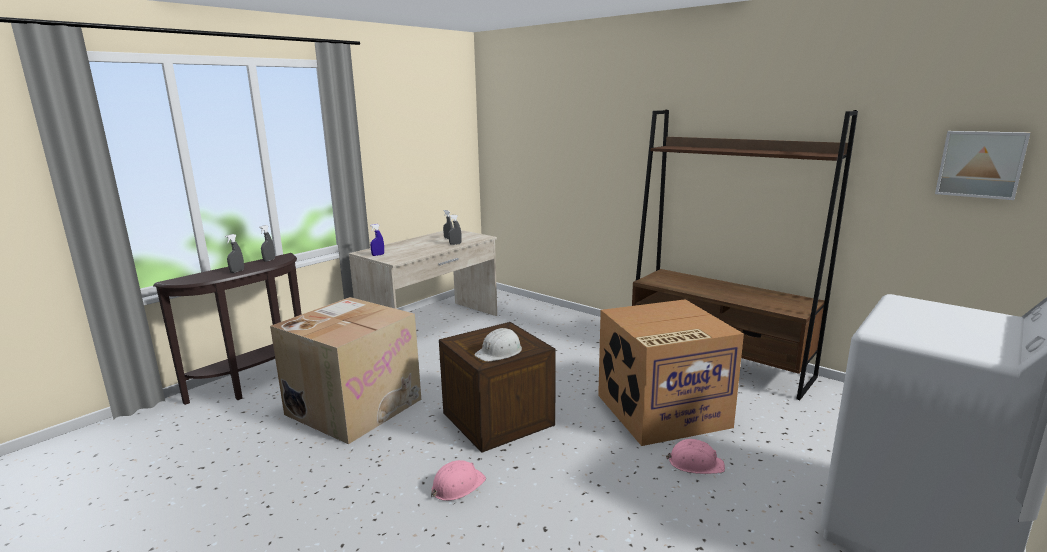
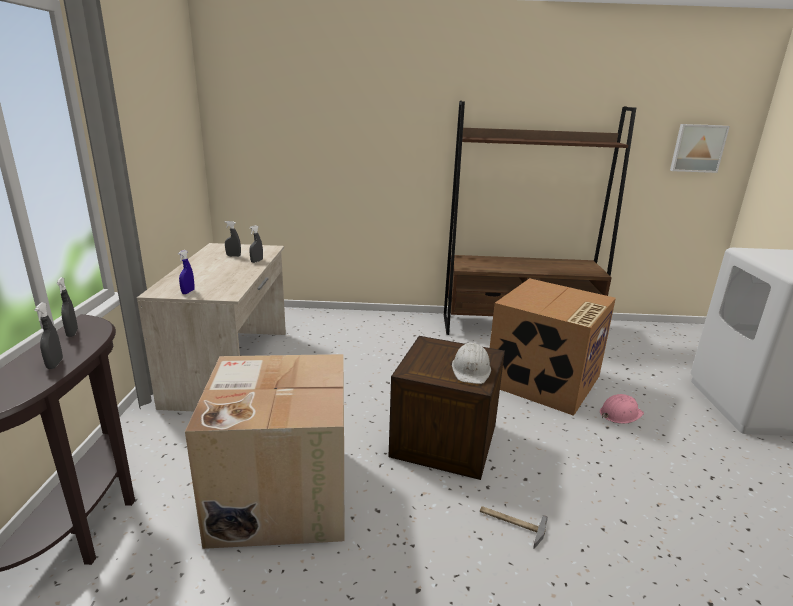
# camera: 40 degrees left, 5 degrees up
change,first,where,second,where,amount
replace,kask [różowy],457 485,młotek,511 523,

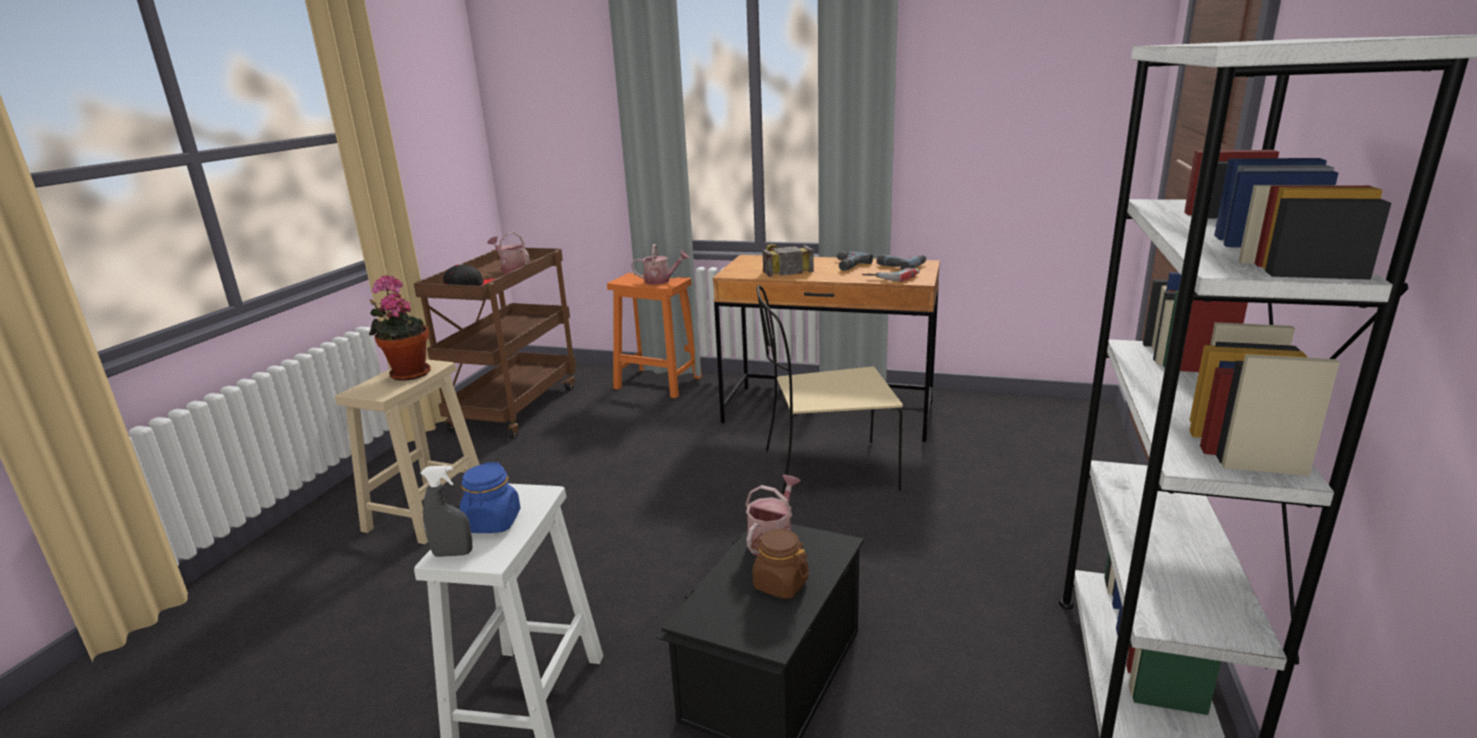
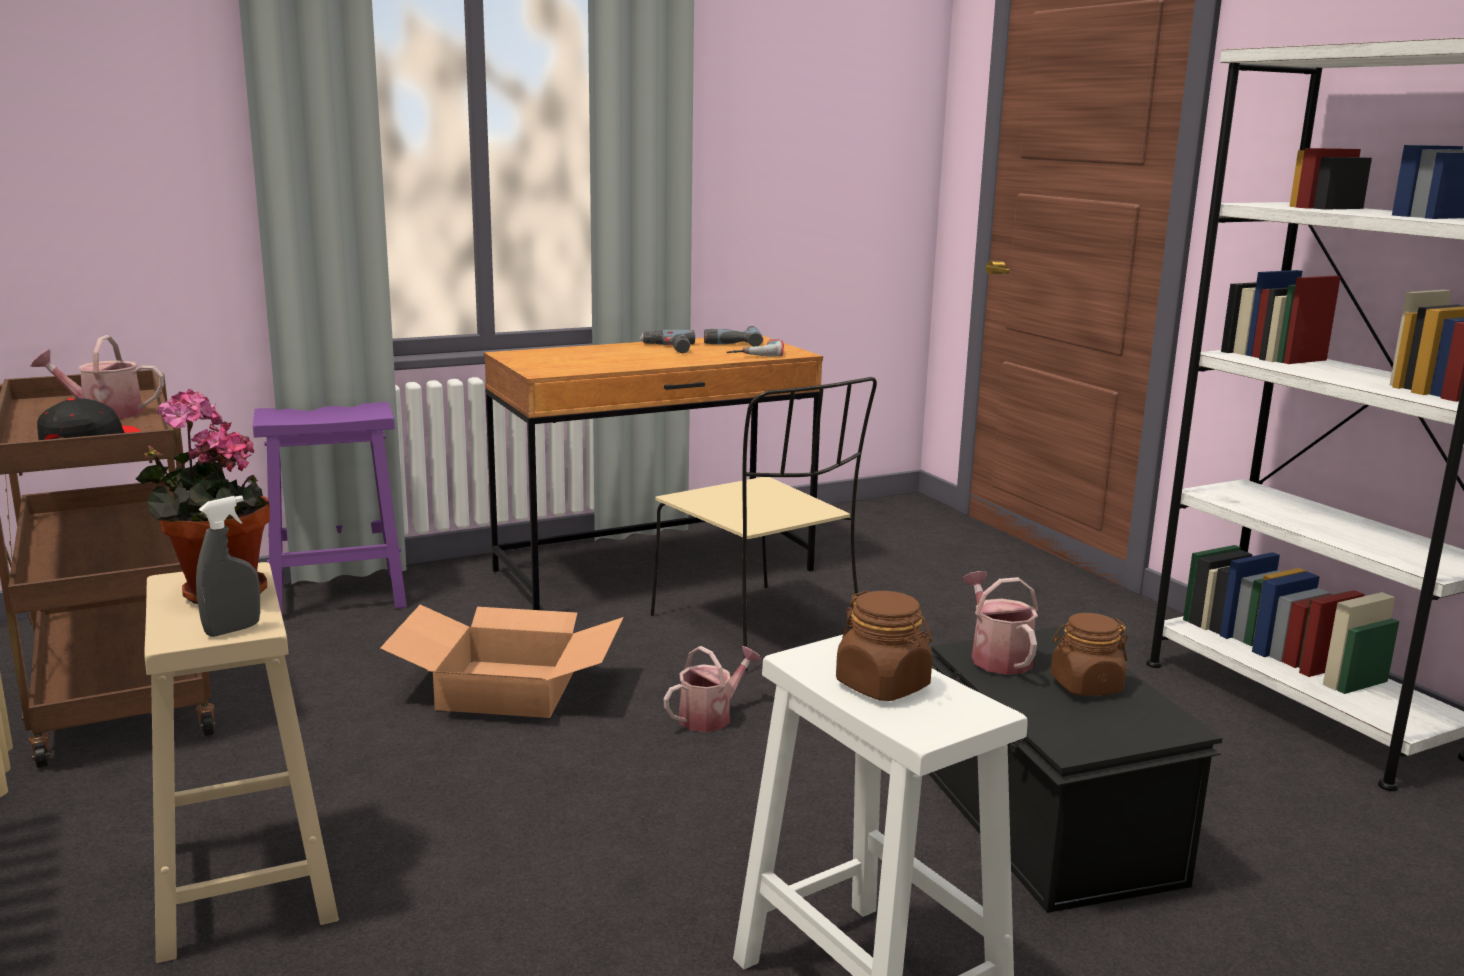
# camera: 45 degrees left, 5 degrees down
change,first,where,second,where,amount
delete,młotek,780 265,,,
insert,,,karton,505 689,
move,spryskiwacz [szary],453 554,,232 630,
move,konewka,661 281,,711 716,
recolor,słoik [niebieski],492 522,słoik [brązowy],883 685,
recolor,stołek [pomarańczowy],659 383,stołek [fioletowy],340 595,
rotate,krzesło [beżowy],825 470,,759 629,75 degrees counterclockwise

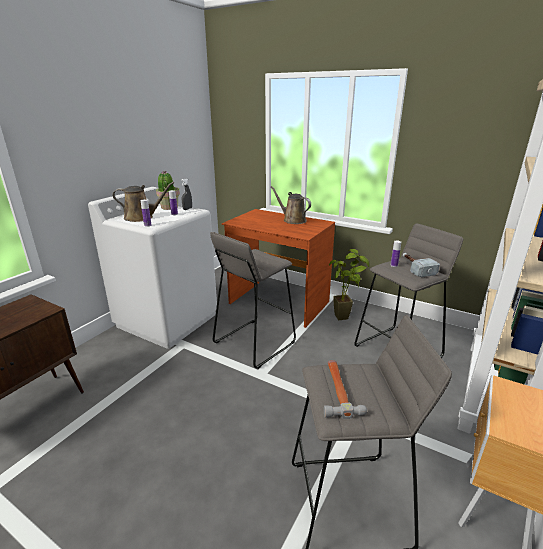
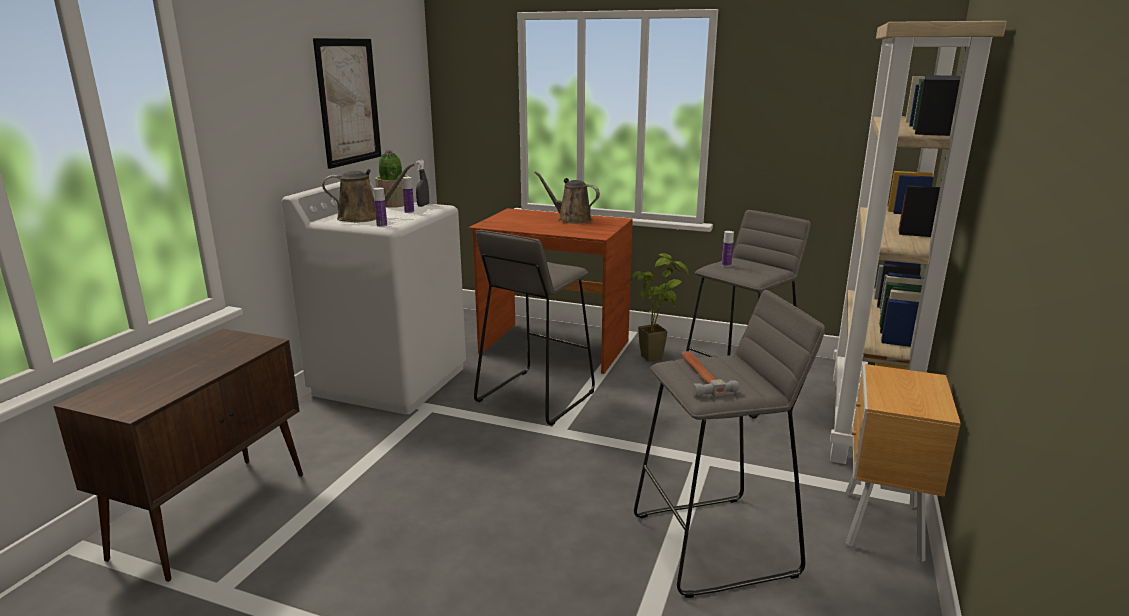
# camera: 10 degrees left, 5 degrees down
change,first,where,second,where,amount
delete,młotek,415 268,,,
insert,,,obraz,348 102,

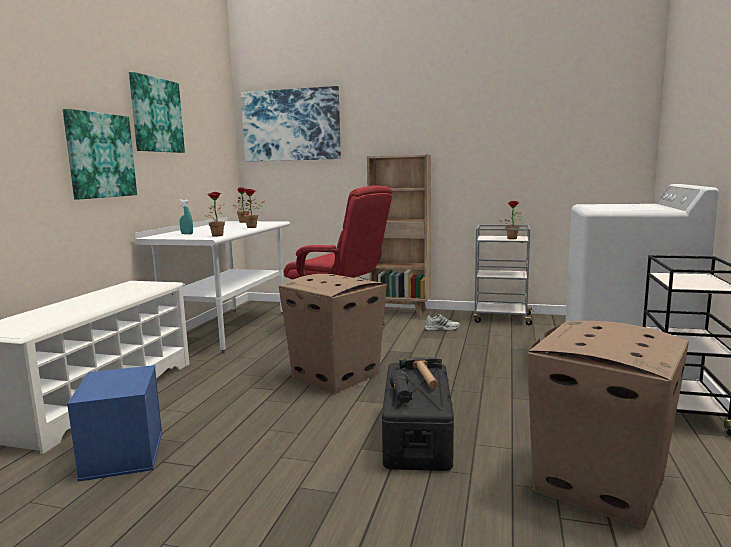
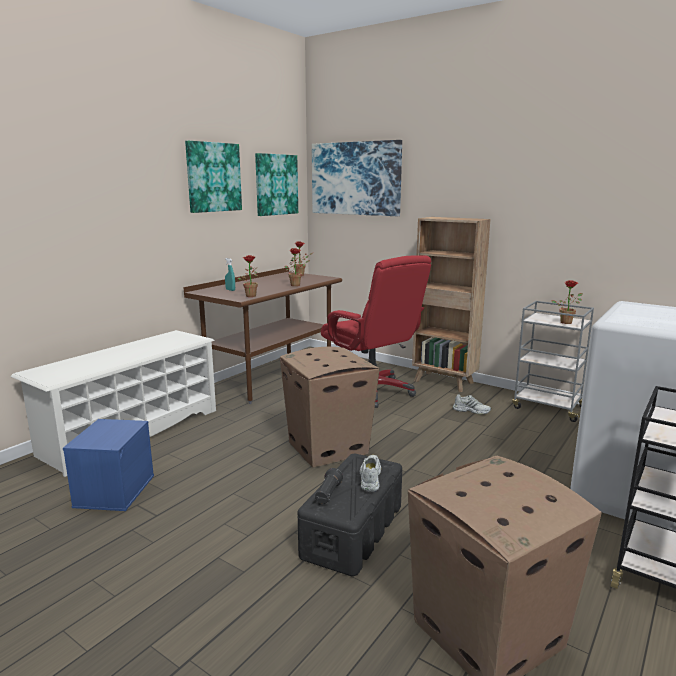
# camera: 20 degrees right, 5 degrees up
change,first,where,second,where,amount
move,obraz,100 155,,276 184,
replace,młotek,426 377,but [biały],369 477,
recolor,biurko [biały],229 329,biurko [brązowy],271 378,

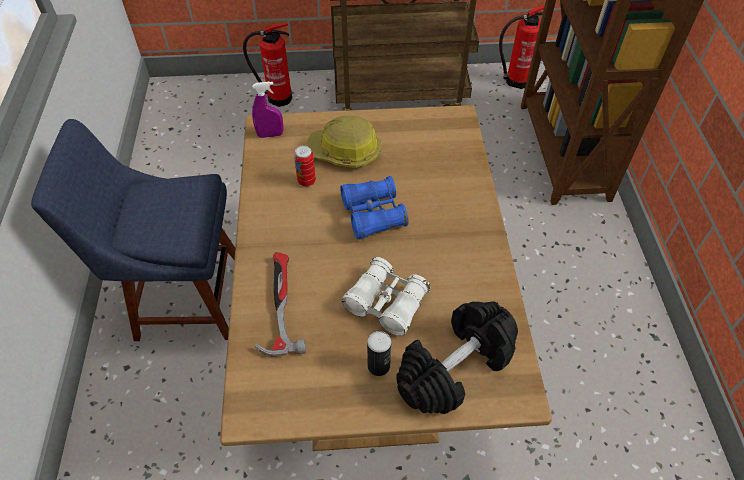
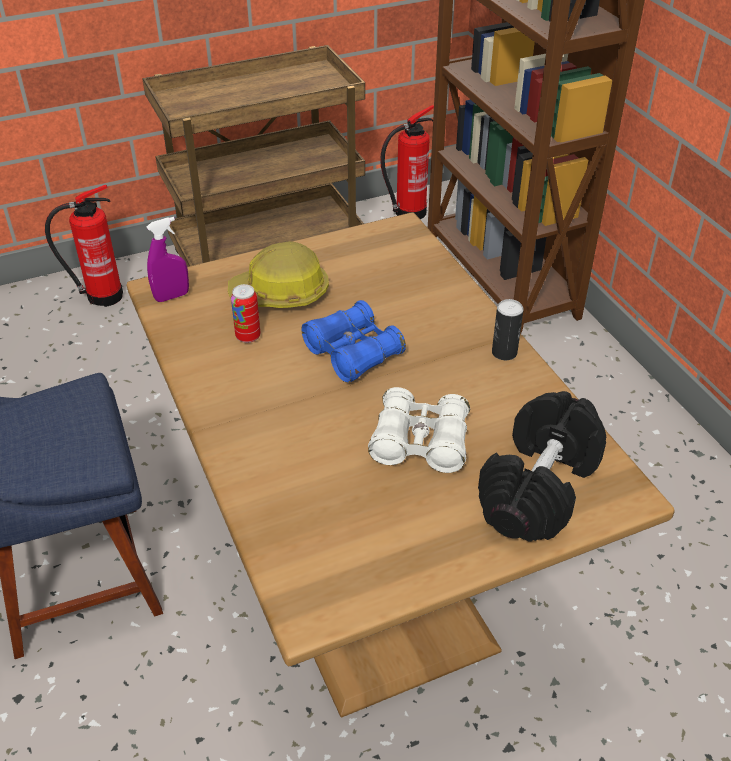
# camera: 20 degrees left, 10 degrees down
change,first,where,second,where,amount
delete,młotek,279 305,,,
move,puszka,378 366,,504 352,

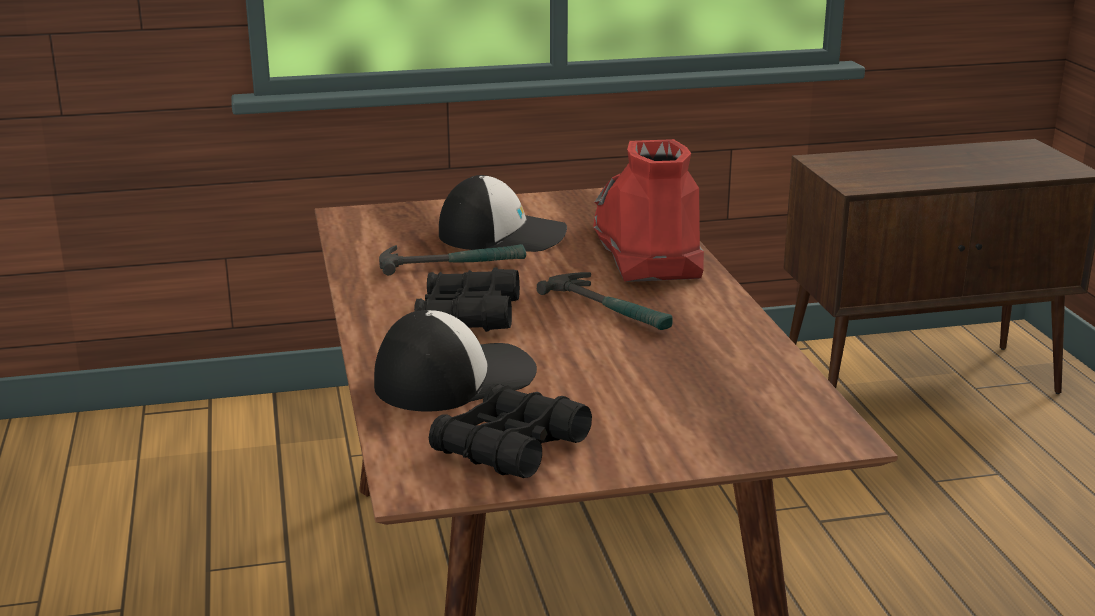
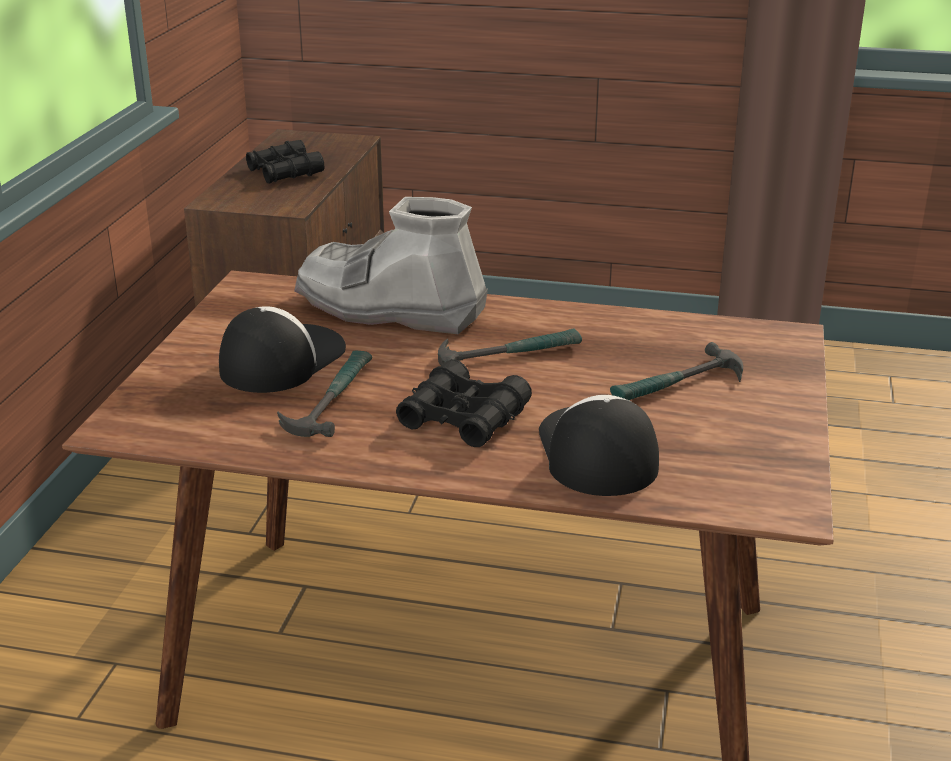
# camera: 65 degrees left, 5 degrees up
change,first,where,second,where,amount
insert,,,młotek,678 385,
move,lornetka [czarny],510 447,,285 172,
recolor,but z cholewką [czerwony],646 249,but z cholewką [szary],390 309,

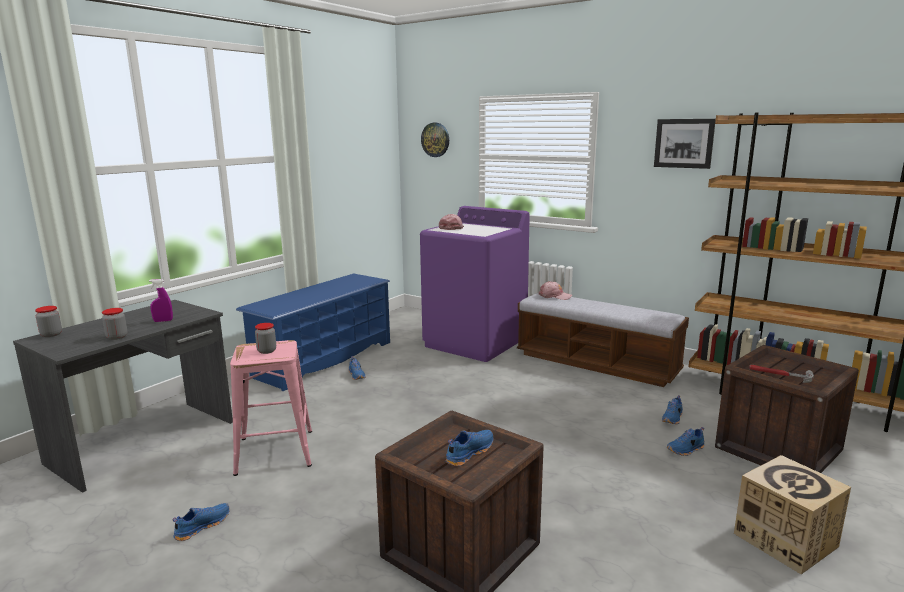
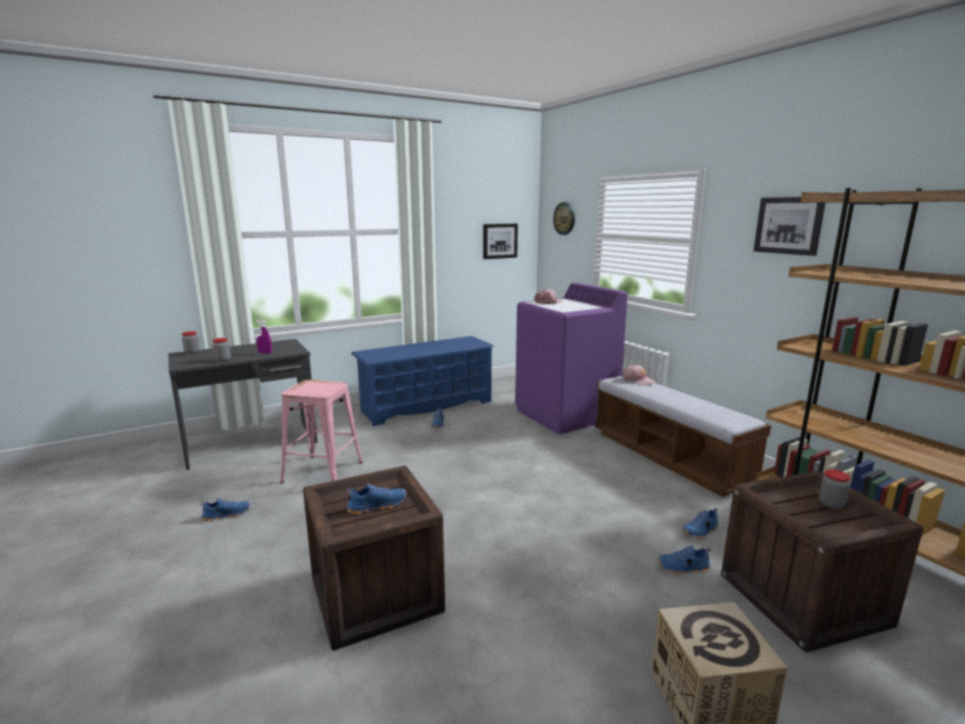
# camera: 25 degrees right, 0 degrees up
change,first,where,second,where,amount
delete,młotek,780 375,,,
insert,,,obraz,499 241,
move,słoik,267 351,,831 504,

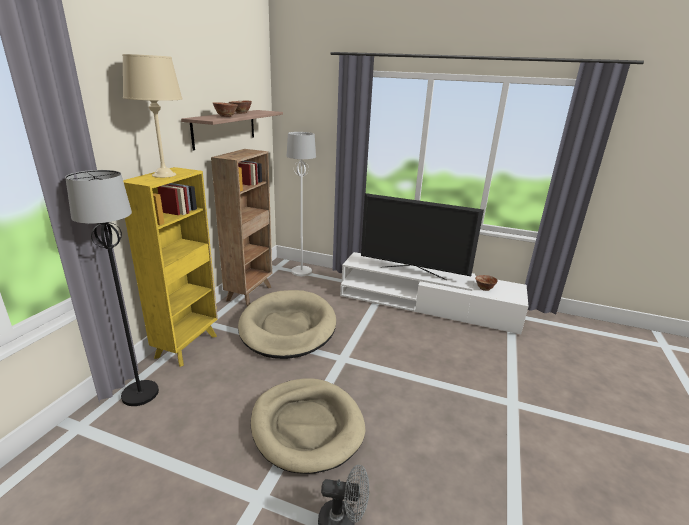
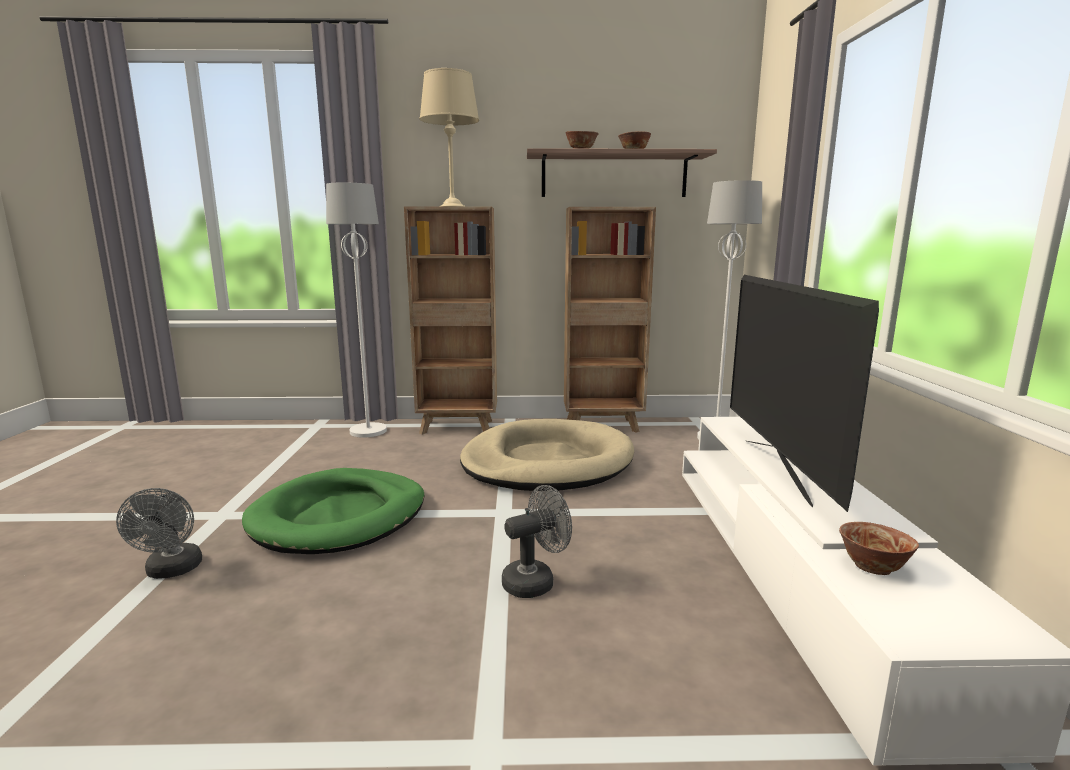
# camera: 70 degrees right, 10 degrees down
change,first,where,second,where,amount
insert,,,wentylator [szary],535 581,
recolor,lampa stojąca [czarny],140 393,lampa stojąca [biały],368 431,
recolor,regał [żółty],188 345,regał [brązowy],458 427,
recolor,legowisko [beżowy],307 426,legowisko [zielony],340 516,

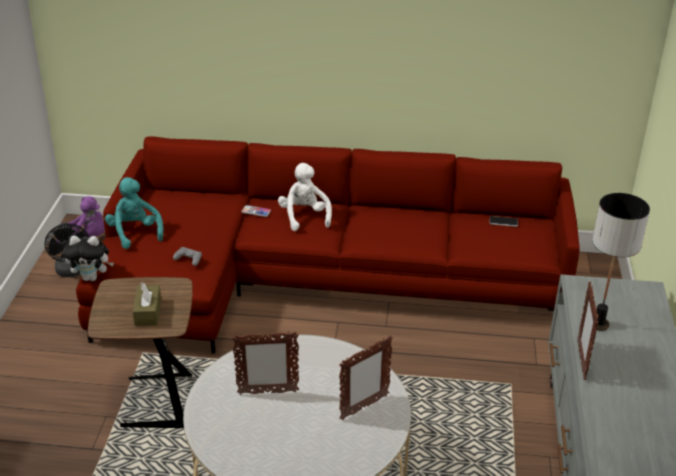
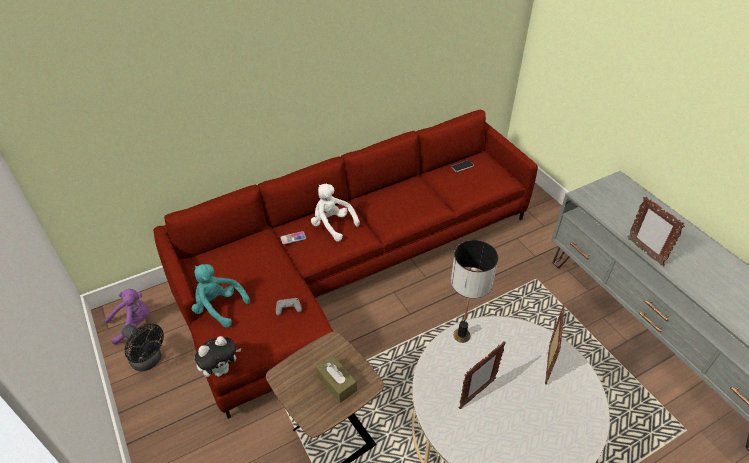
# camera: 35 degrees left, 10 degrees up
change,first,where,second,where,amount
move,lampa stołowa,599 324,,462 335,

